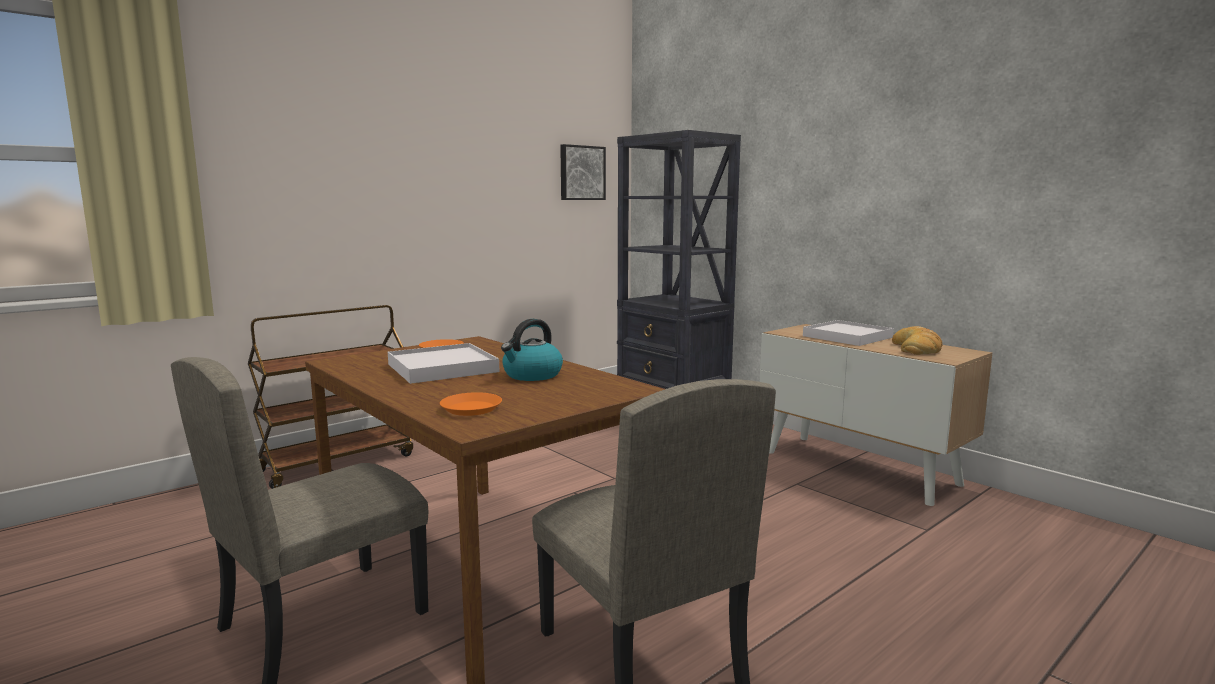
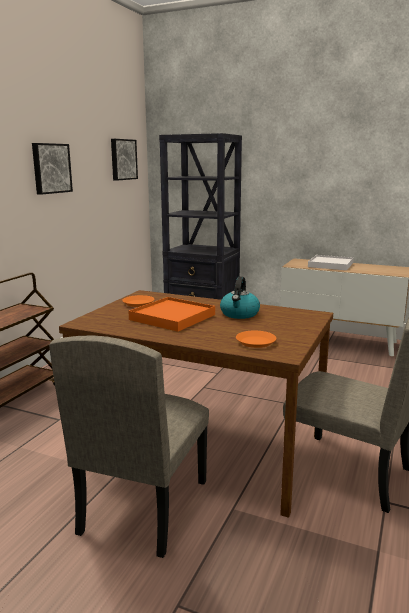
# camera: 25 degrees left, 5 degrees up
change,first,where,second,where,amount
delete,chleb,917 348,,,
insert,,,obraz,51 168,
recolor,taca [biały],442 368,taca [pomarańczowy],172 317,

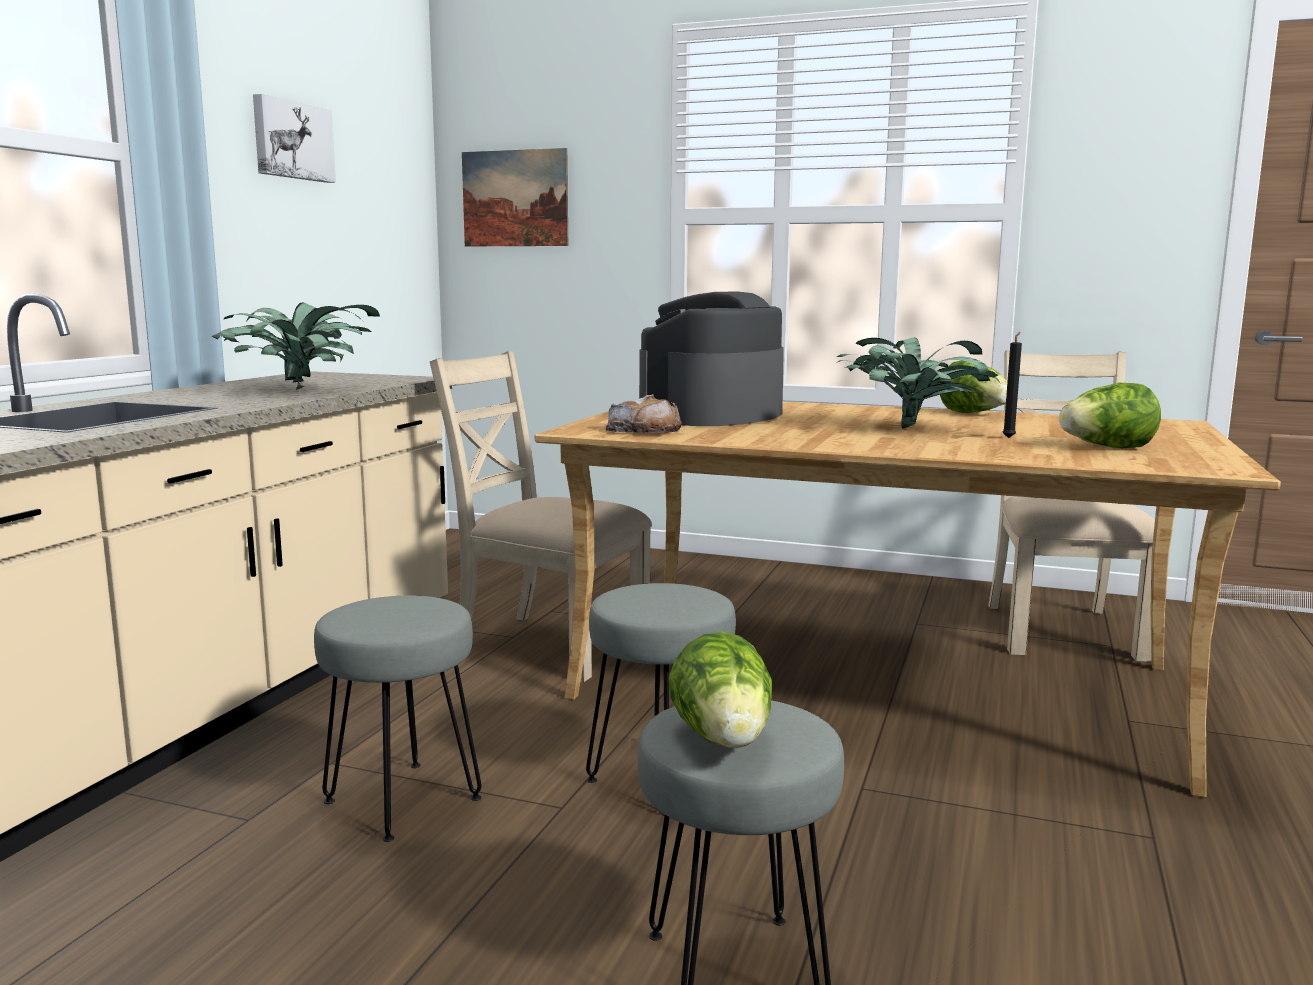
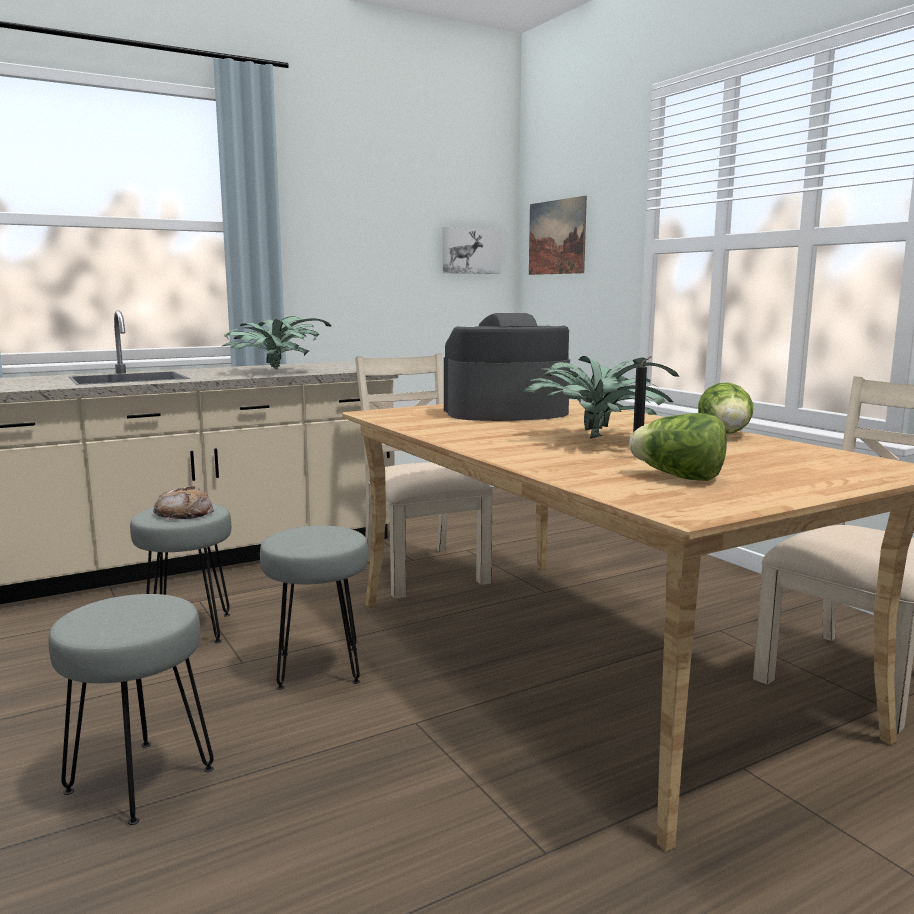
# camera: 40 degrees right, 0 degrees up
change,first,where,second,where,amount
delete,sałata,724 740,,,
move,obraz,292 141,,470 251,
move,chleb,644 430,,184 512,

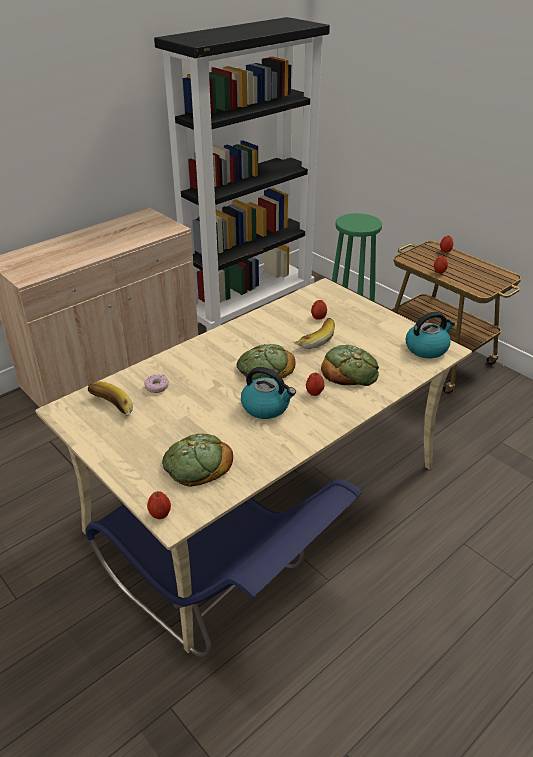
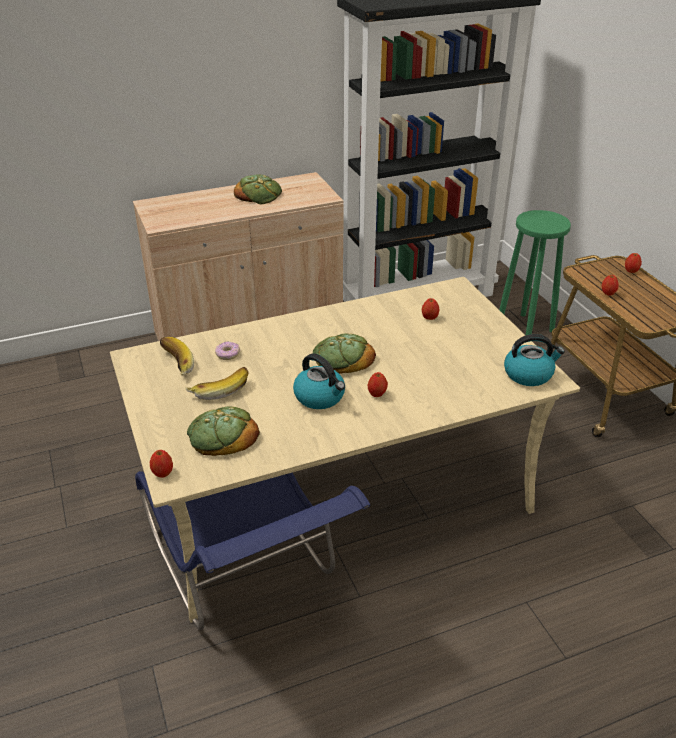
# camera: 20 degrees right, 0 degrees up
change,first,where,second,where,amount
move,banan,313 339,,219 389,
move,chleb,349 370,,258 194,

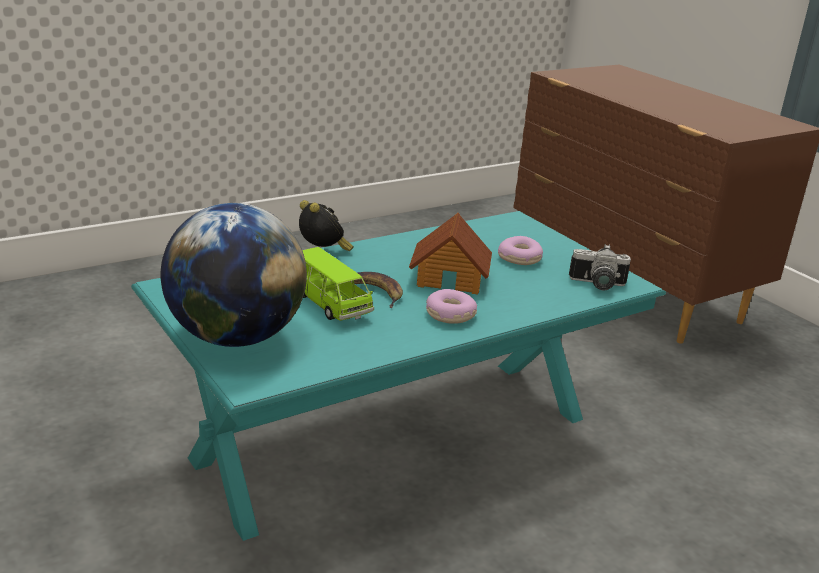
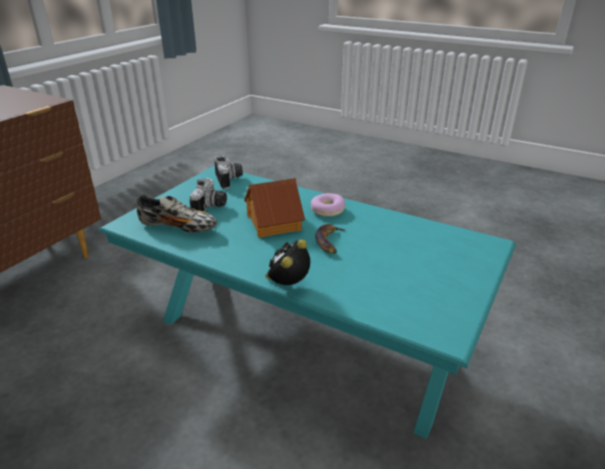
# camera: 115 degrees left, 5 degrees up
change,first,where,second,where,amount
delete,globus,235 337,,,
delete,samochodzik [zielony],329 304,,,
insert,,,but,178 227,
replace,donut,520 258,aparat fotograficzny,211 207,

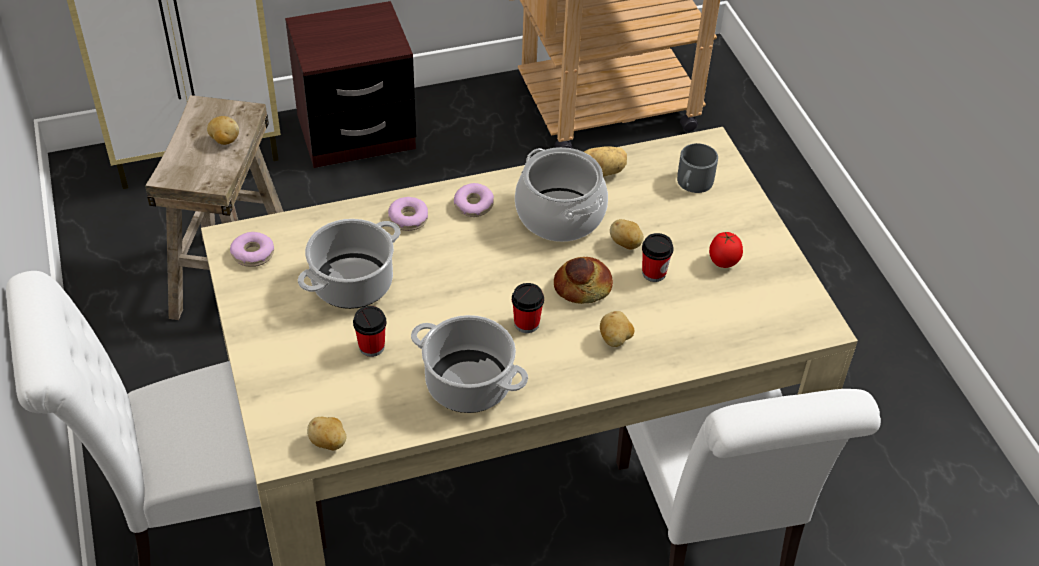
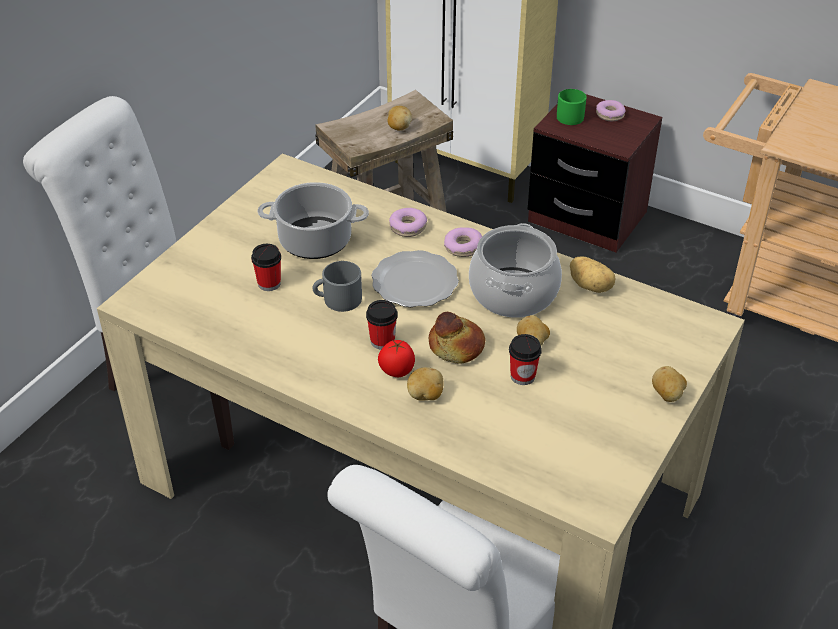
# camera: 50 degrees right, 5 degrees down
change,first,where,second,where,amount
delete,garnek,470 384,,,
insert,,,talerz,413 282,
insert,,,kubek [zielony],569 115,
move,donut,253 254,,610 115,
move,ziemniak,329 443,,667 395,
move,kubek [szary],692 183,,337 299,
move,pomidor,723 262,,396 371,

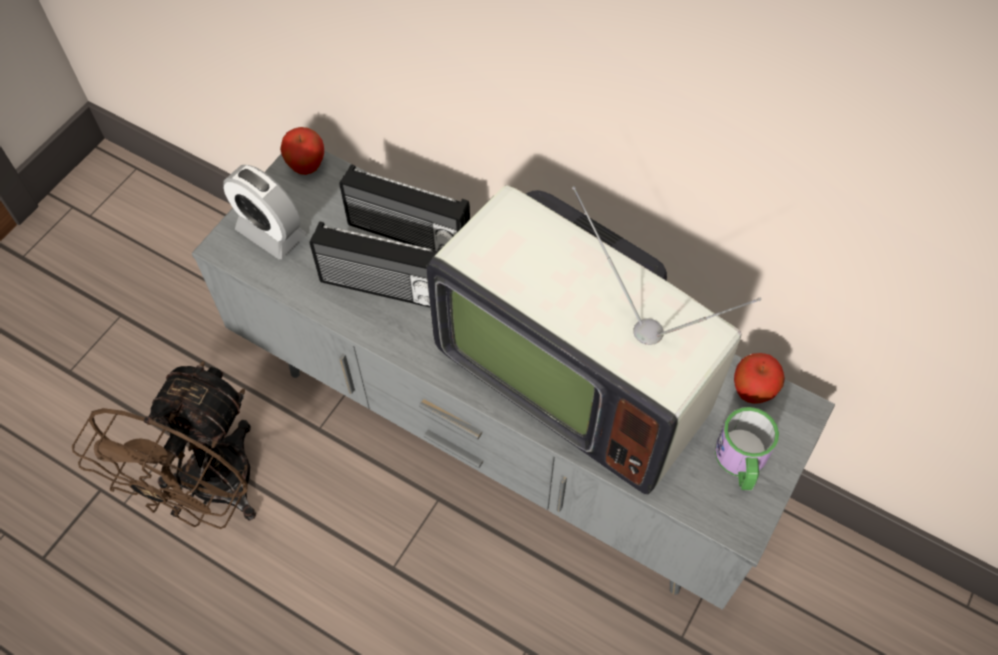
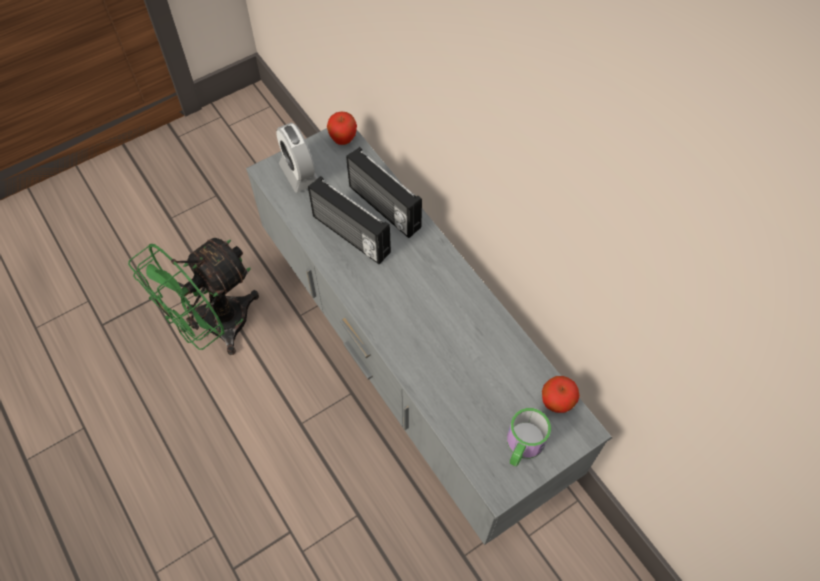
# camera: 25 degrees right, 0 degrees up
change,first,where,second,where,amount
delete,telewizor,574 374,,,
recolor,wentylator [brązowy],211 493,wentylator [zielony],215 328,

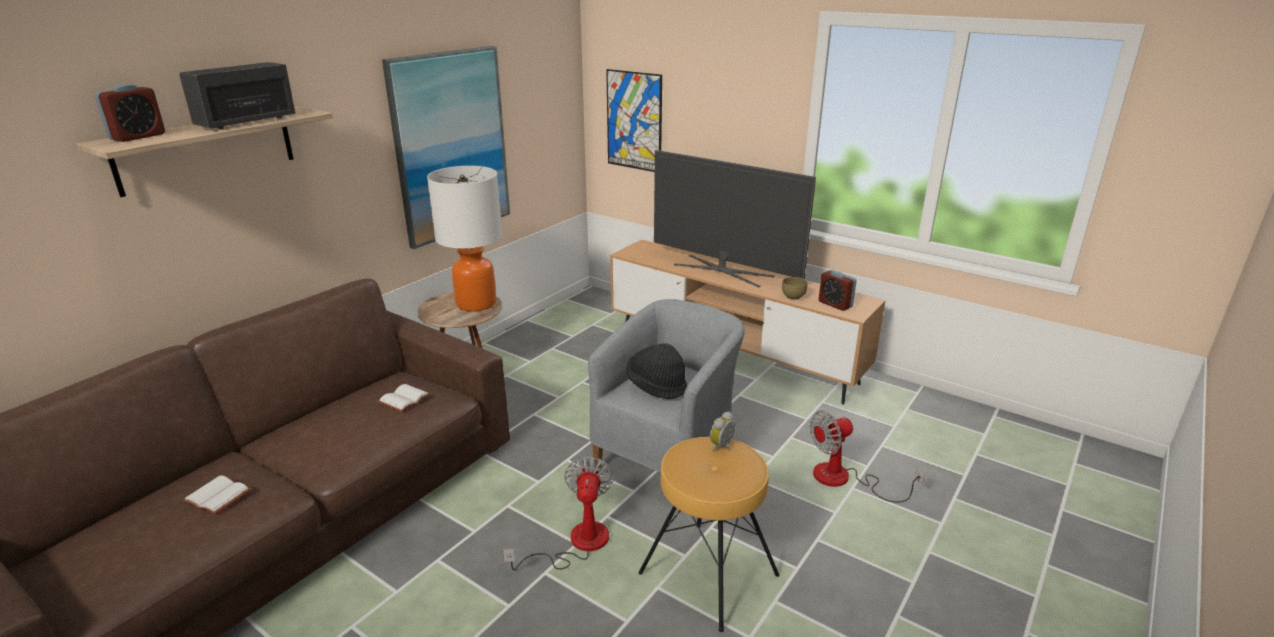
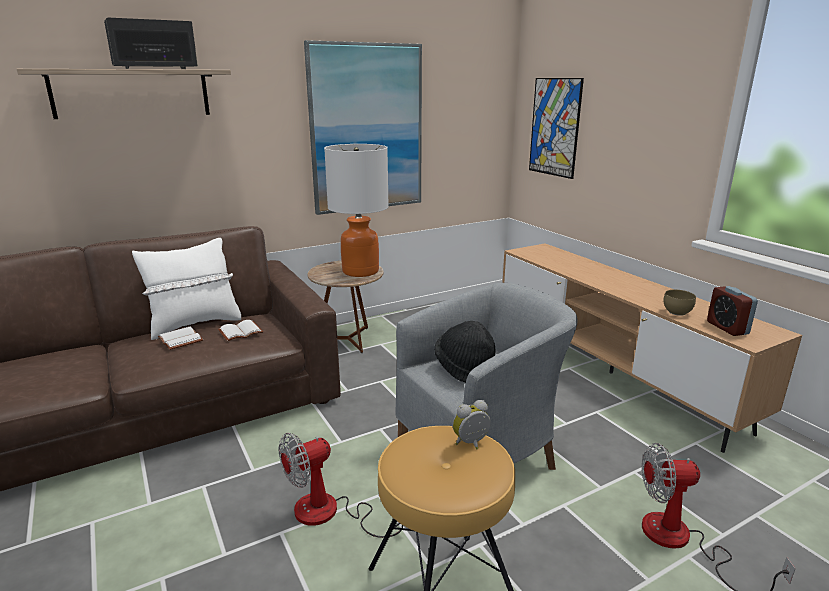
# camera: 25 degrees right, 5 degrees down
change,first,where,second,where,amount
delete,budzik,138 137,,,
delete,telewizor,723 270,,,
insert,,,poduszka [biały],194 325,
move,książka [biały],219 495,,182 339,
rotate,wentylator,576 543,,331 513,150 degrees counterclockwise

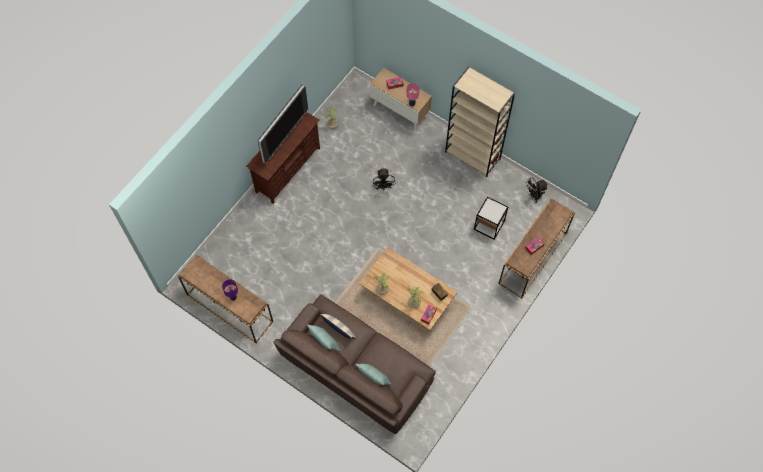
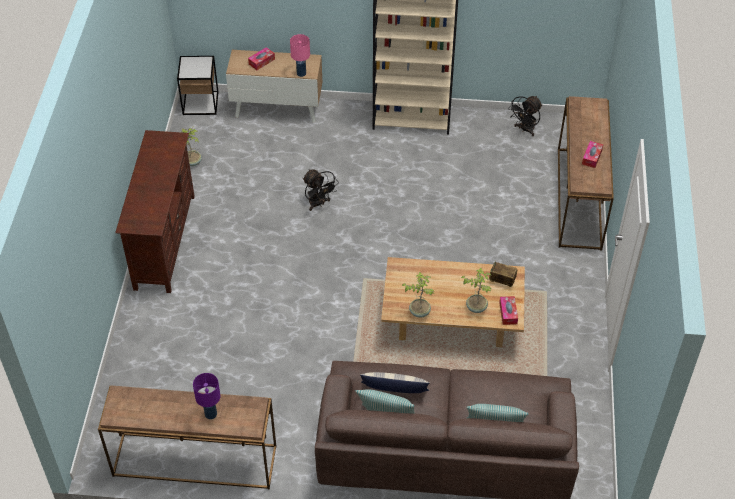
# camera: 30 degrees left, 15 degrees down
change,first,where,second,where,amount
delete,telewizor,282 137,,,
move,stolik,489 225,,200 103,

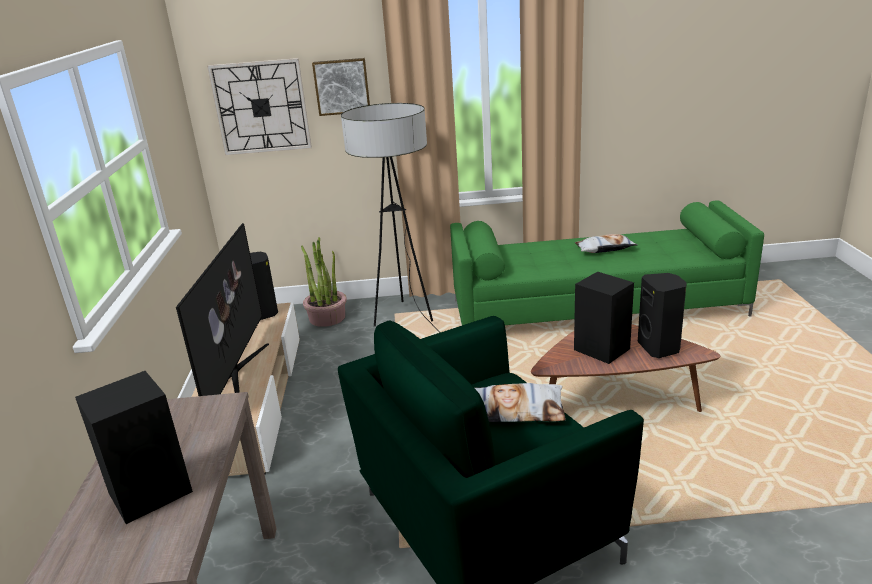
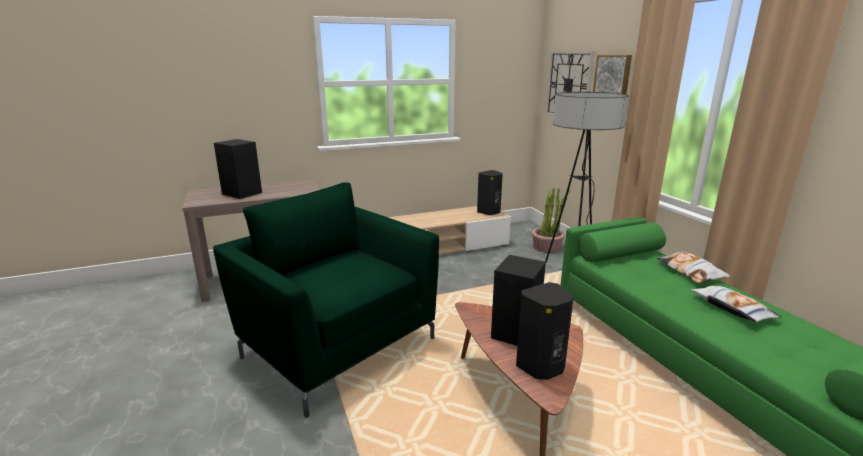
# camera: 70 degrees right, 5 degrees down
change,first,where,second,where,amount
delete,telewizor,237 373,,,
move,poduszka,519 410,,690 272,

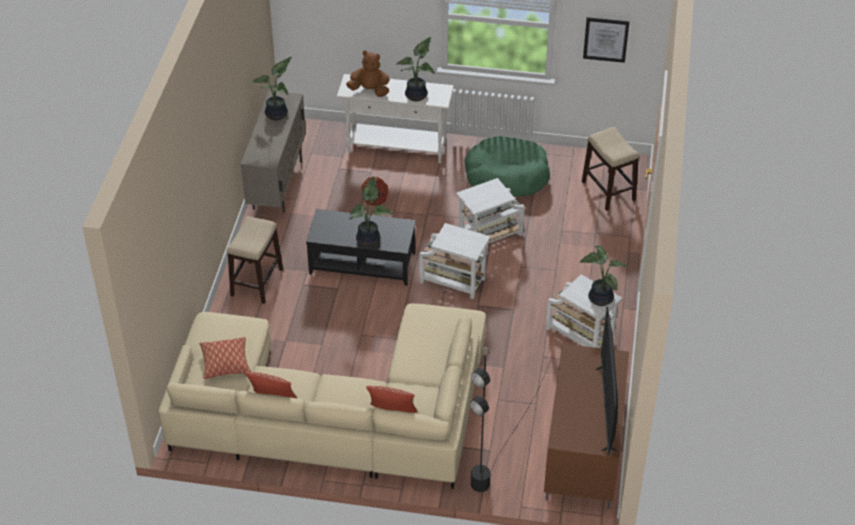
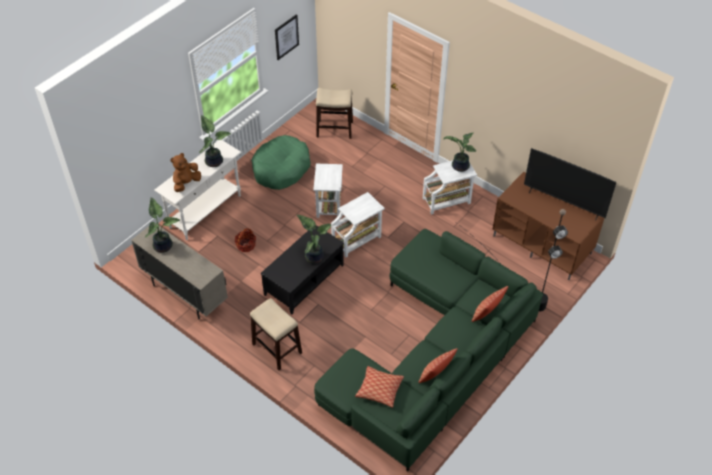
# camera: 60 degrees left, 5 degrees up
change,first,where,second,where,amount
recolor,kanapa [beżowy],334 413,kanapa [zielony],433 356,

